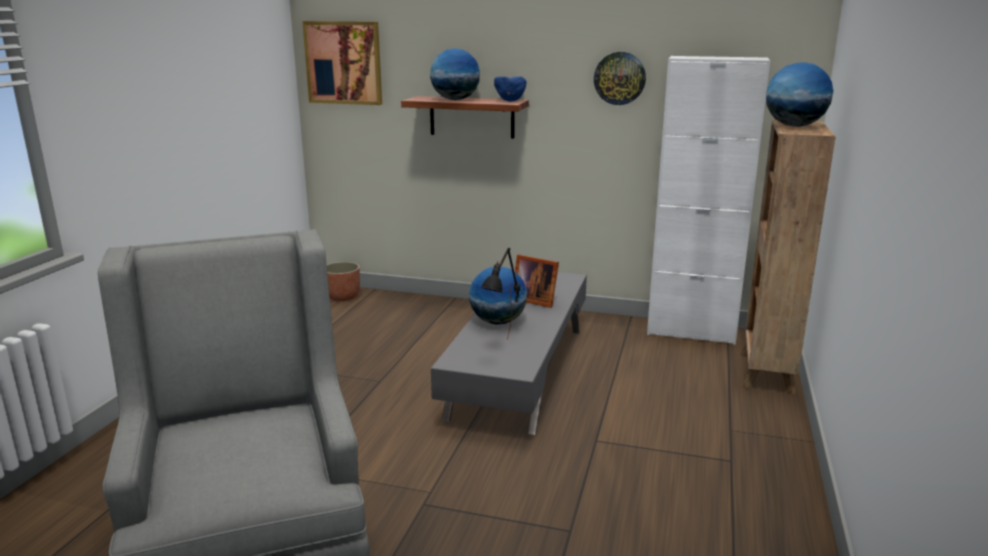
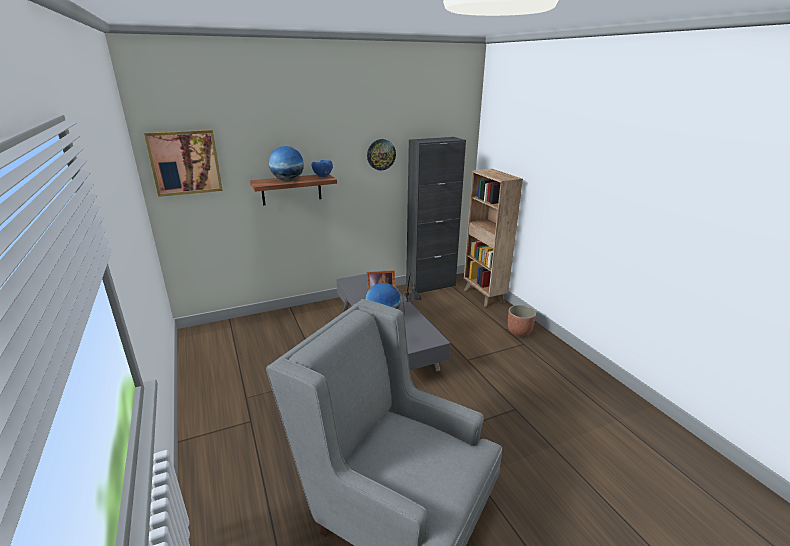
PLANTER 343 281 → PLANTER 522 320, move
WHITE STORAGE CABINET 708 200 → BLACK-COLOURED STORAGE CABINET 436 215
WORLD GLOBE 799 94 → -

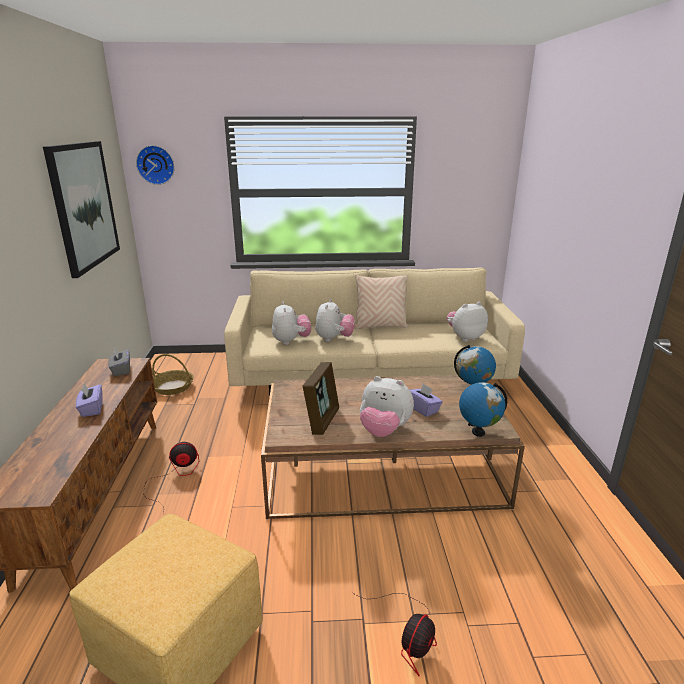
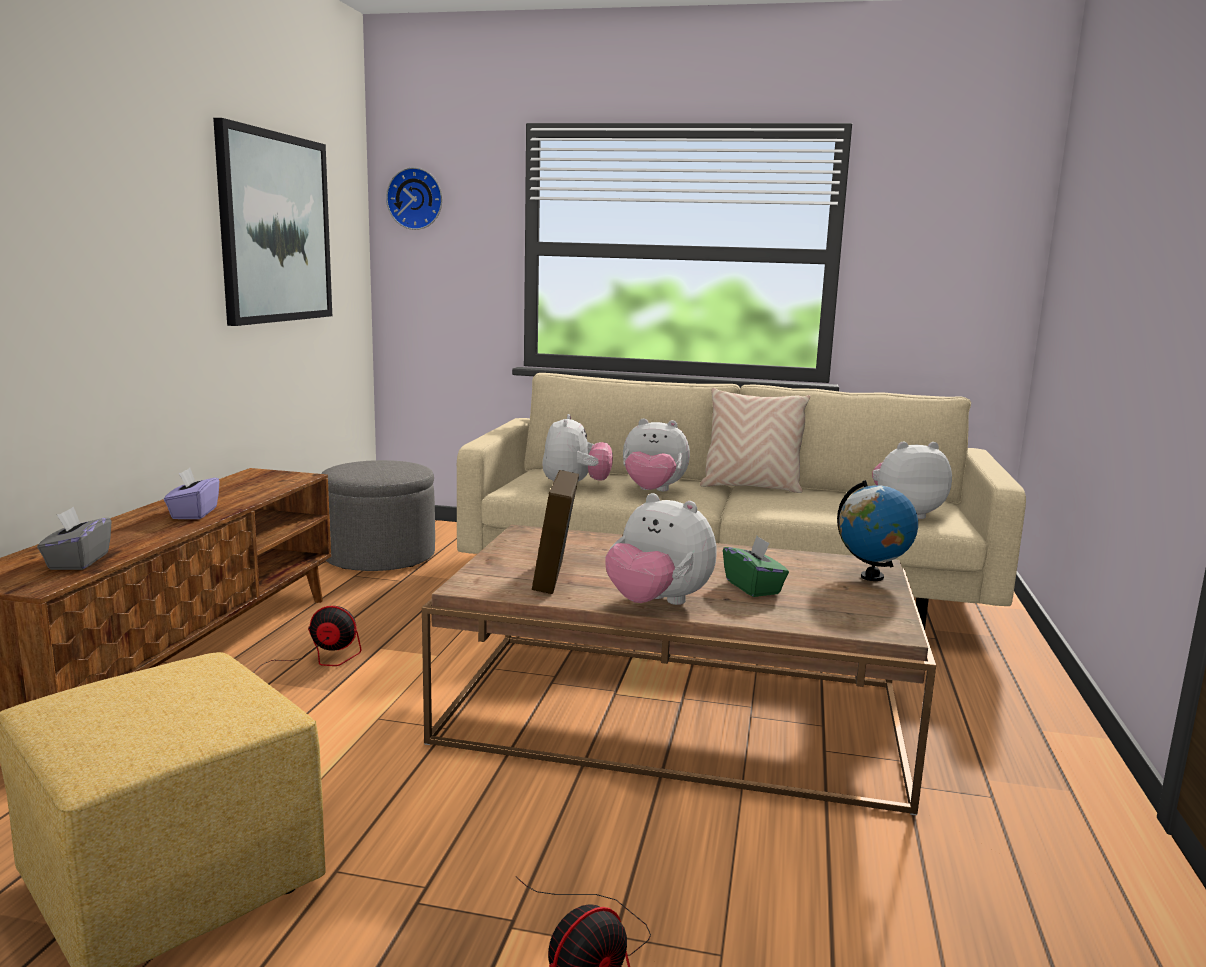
GREYISH BOX OF TISSUES 119 362 → GREYISH BOX OF TISSUES 74 538, move
STORAGE BASKET 173 374 → GREYISH POUFFE 378 515
STANDING FRAME 321 398 → STANDING FRAME 555 532, 150 degrees clockwise
CUDDLY TOY 335 320 → CUDDLY TOY 656 454, 75 degrees clockwise
PURPLISH BOX OF TISSUES 426 400 → GREEN-COLOURED BOX OF TISSUES 756 566
WORLD GLOBE 483 409 → -

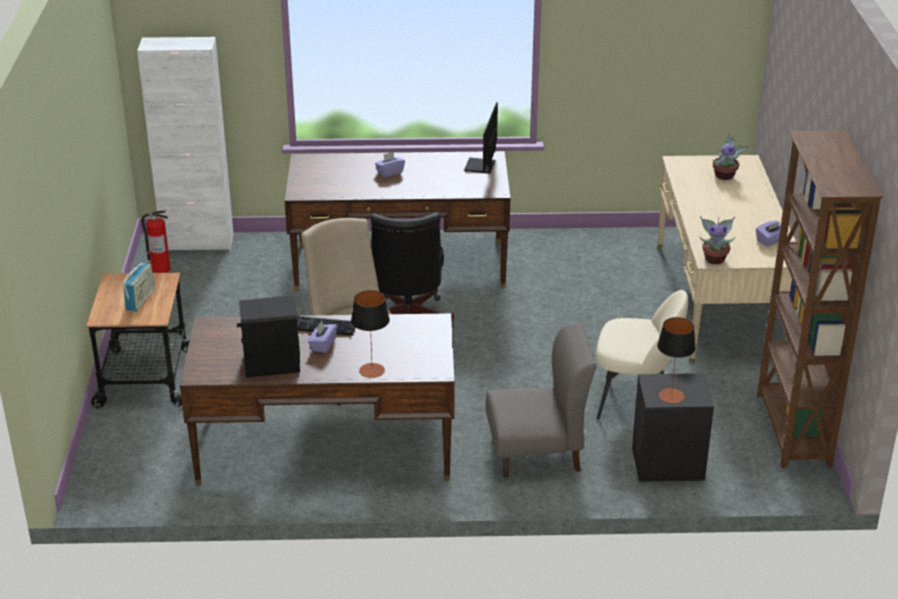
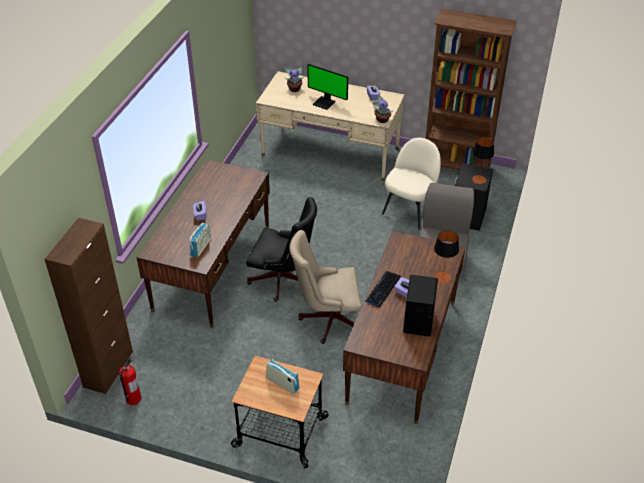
WHITE STORAGE CABINET 185 143 → BROWN-COLOURED STORAGE CABINET 88 306
COMPUTER DISPLAY 481 138 → COMPUTER DISPLAY 327 87, move
- → RADIO 200 240

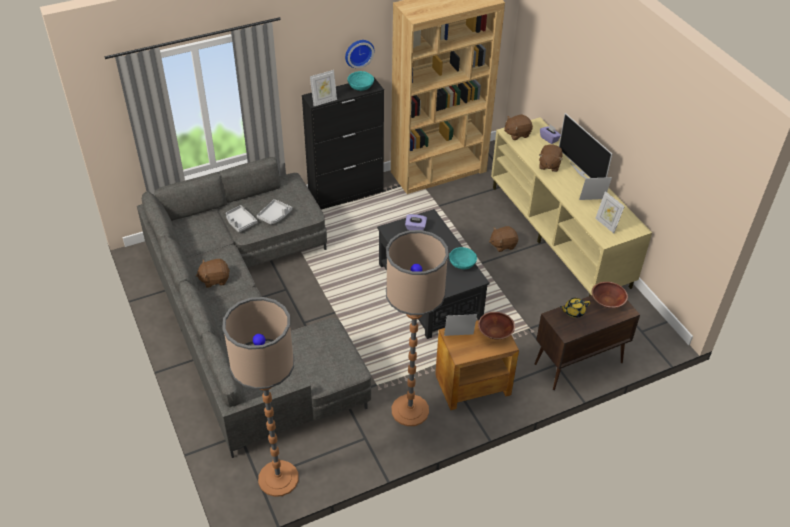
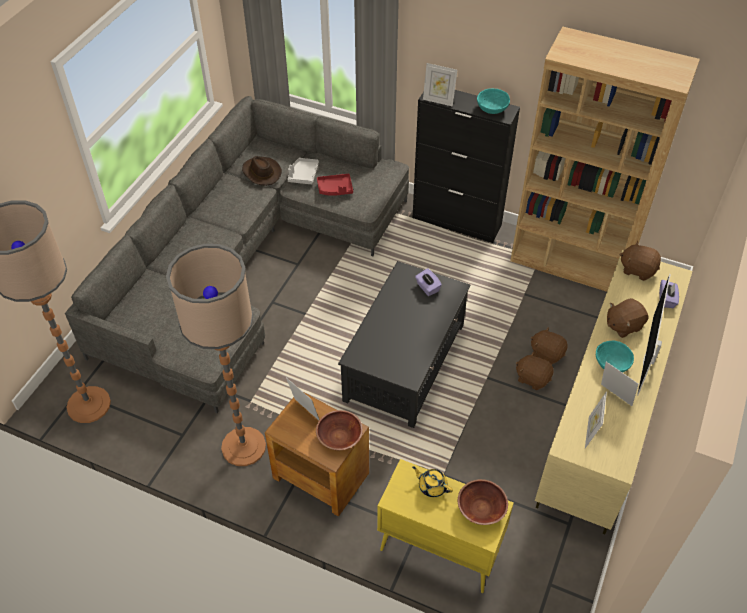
BROWN-COLOURED CUDDLY TOY 213 273 → BROWN-COLOURED CUDDLY TOY 549 345, move
GREYISH SERVING TRAY 274 211 → RED SERVING TRAY 335 185
WALL CLOCK 359 54 → -
BLUE-GREEN BOWL 463 258 → BLUE-GREEN BOWL 615 357, move
BROWN-COLOURED STORAGE CABINET 587 342 → YELLOW STORAGE CABINET 445 526
- → BROWN-COLOURED HAT 262 171

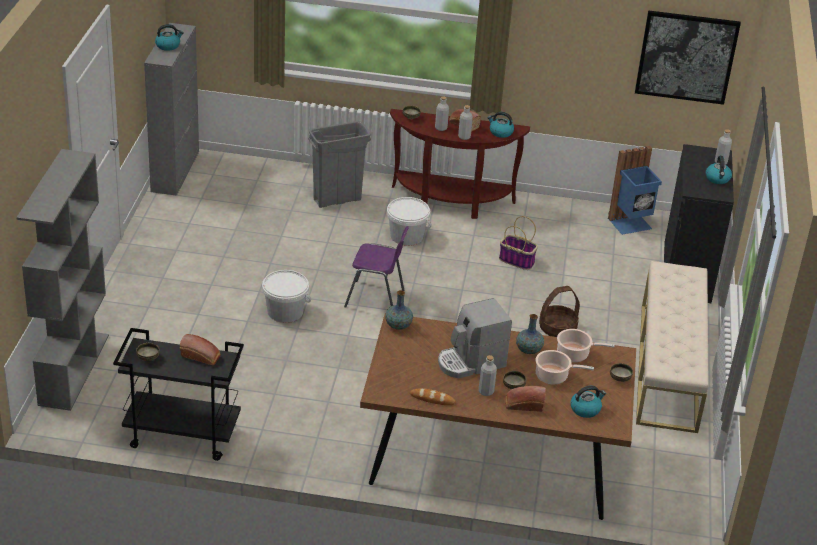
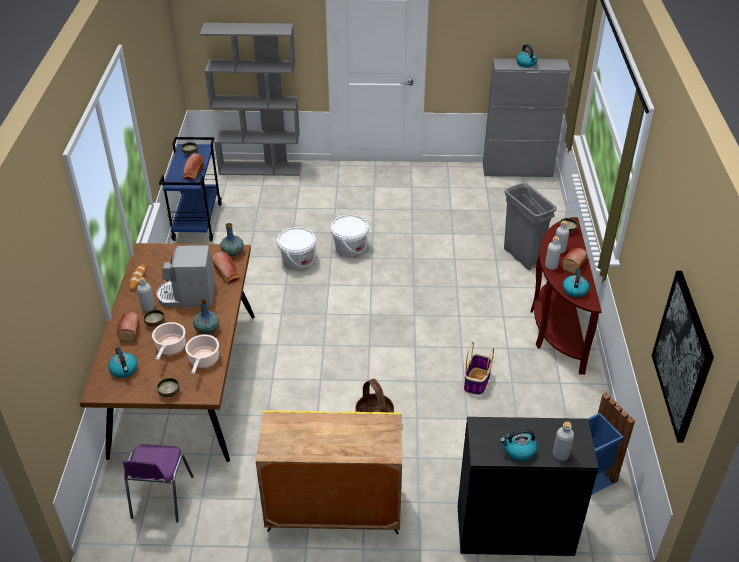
BLACK-COLOURED CART 178 394 → BLUE CART 190 189
PURPLISH UPRIGHT CHAIR 376 267 → PURPLISH UPRIGHT CHAIR 158 483, move
WHITE PAIL 409 221 → WHITE PAIL 296 249, move
COFFEE BREWER 475 338 → COFFEE BREWER 185 276, 60 degrees counterclockwise
SAND-COLOURED BENCH 672 347 → YELLOW STORAGE CABINET 329 472
- → BREAD 226 268

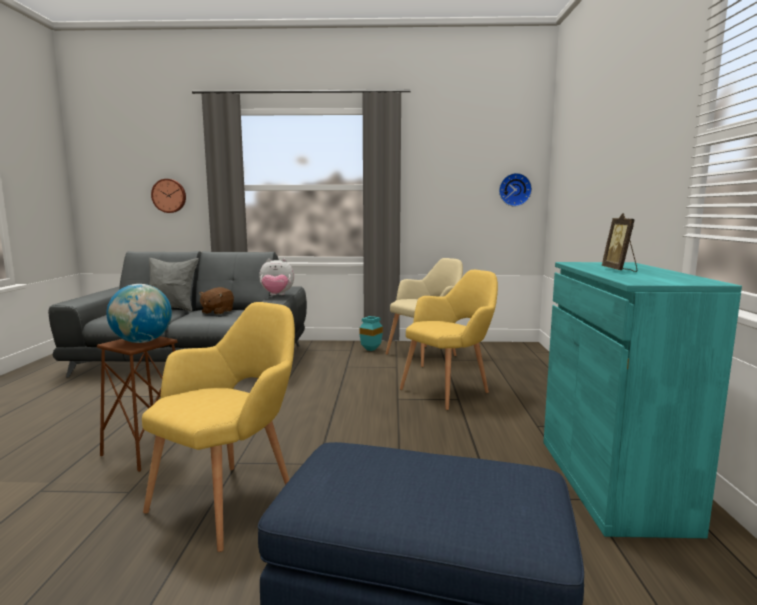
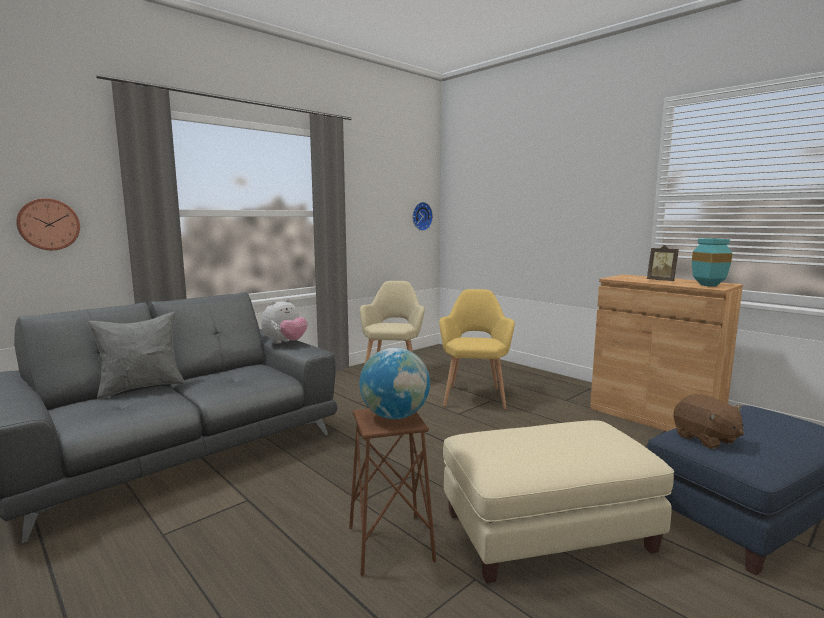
YELLOW EASY CHAIR 218 427 → SAND-COLOURED POUFFE 558 501
BROWN-COLOURED CUDDLY TOY 216 301 → BROWN-COLOURED CUDDLY TOY 708 421, move
BLUE-GREEN DECORATIVE VASE 371 333 → BLUE-GREEN DECORATIVE VASE 712 262, move
BLUE-GREEN STORAGE CABINET 642 400 → BROWN-COLOURED STORAGE CABINET 666 352

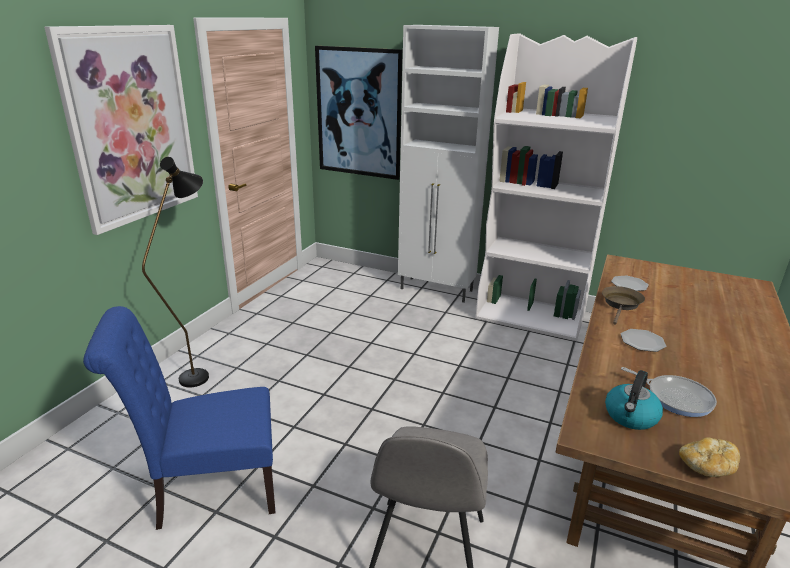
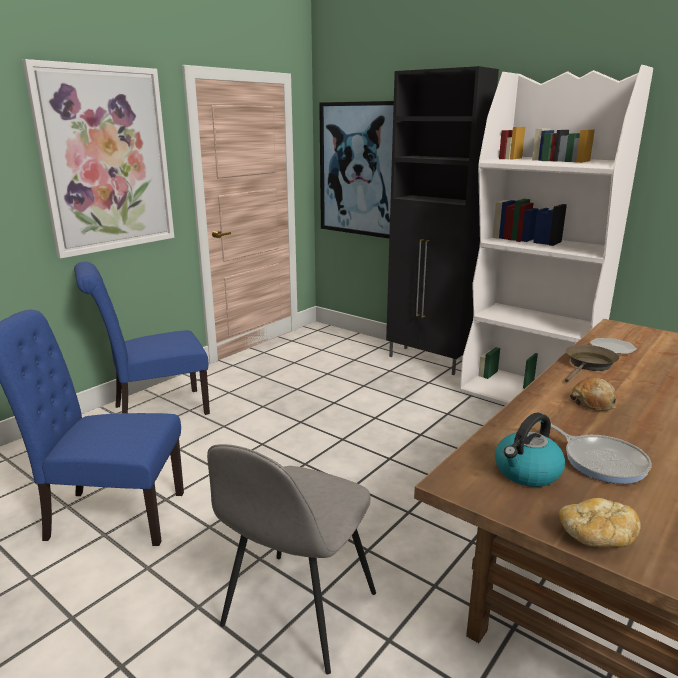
BLACK-COLOURED STANDING LAMP 175 272 → BLUE UPRIGHT CHAIR 142 338
WHITE STORAGE CABINET 448 164 → BLACK-COLOURED STORAGE CABINET 442 220
DINNER PLATE 643 340 → BREAD 593 394

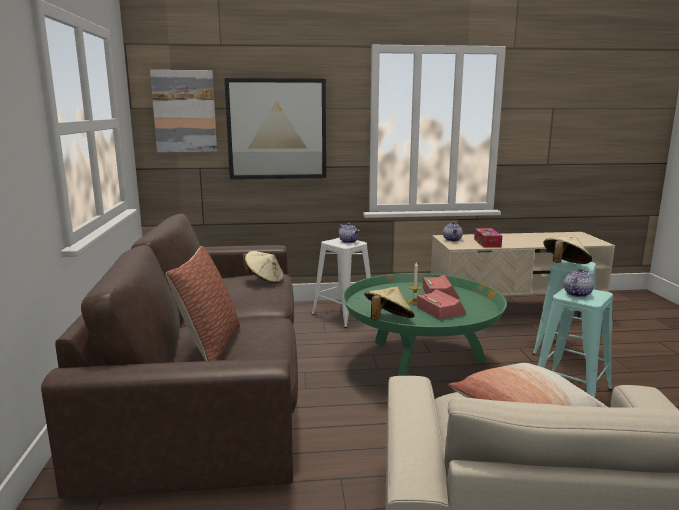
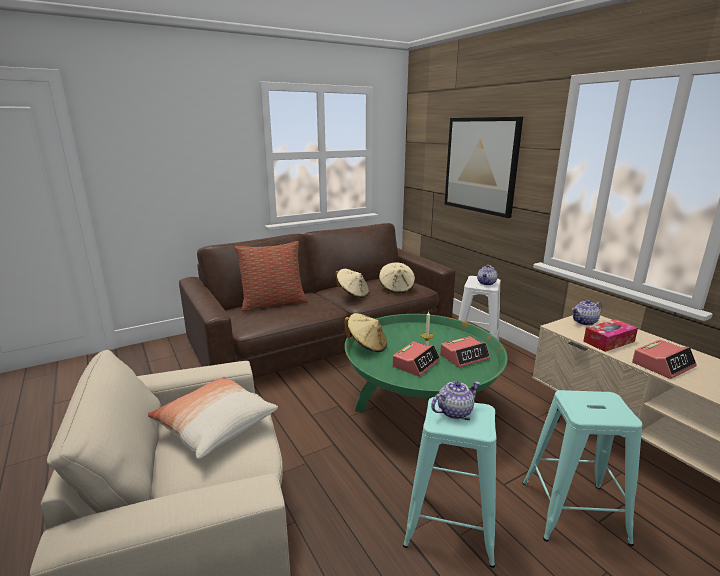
WALL ART 183 111 → -
SAND-COLOURED HAT 567 249 → SAND-COLOURED HAT 352 283, move
TEAPOT 579 282 → TEAPOT 455 400, 45 degrees counterclockwise
- → TABLE CLOCK 664 359

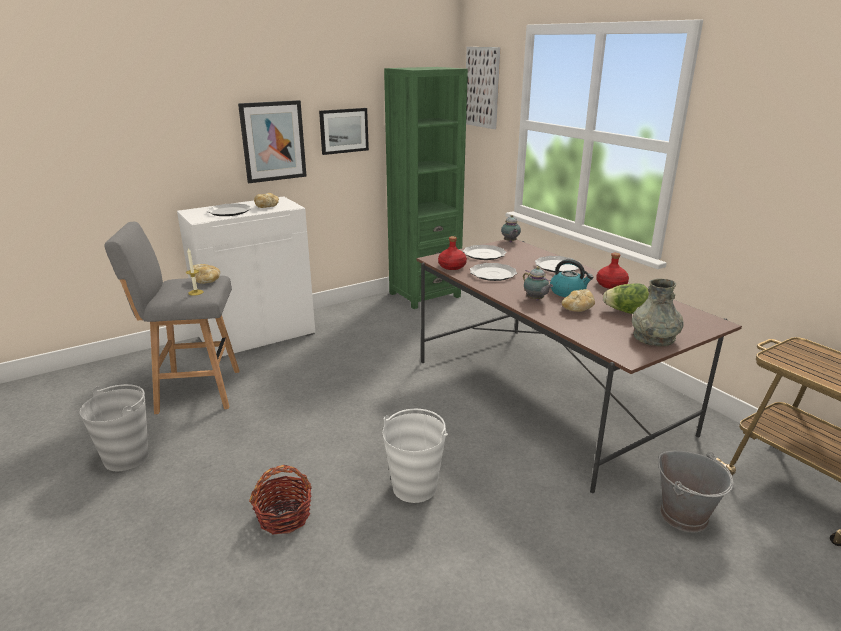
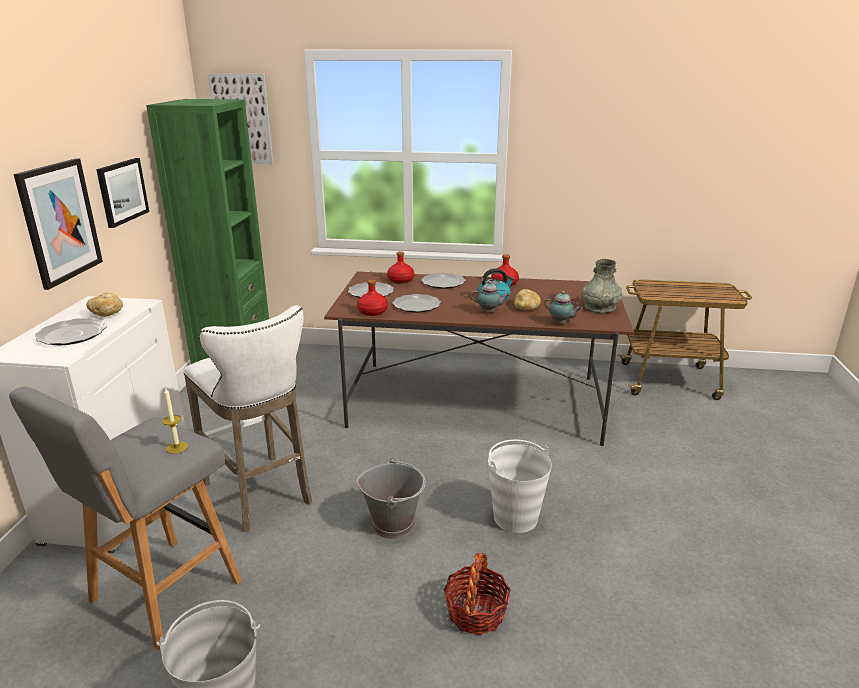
BREAD 205 274 → -
TEAPOT 511 229 → TEAPOT 563 307, move
HEAD OF LETTUCE 626 298 → -
GREYISH PAIL 696 492 → GREYISH PAIL 391 498, move
- → WHITE STOOL 248 418
- → RED BEVERAGE BOTTLE 400 268

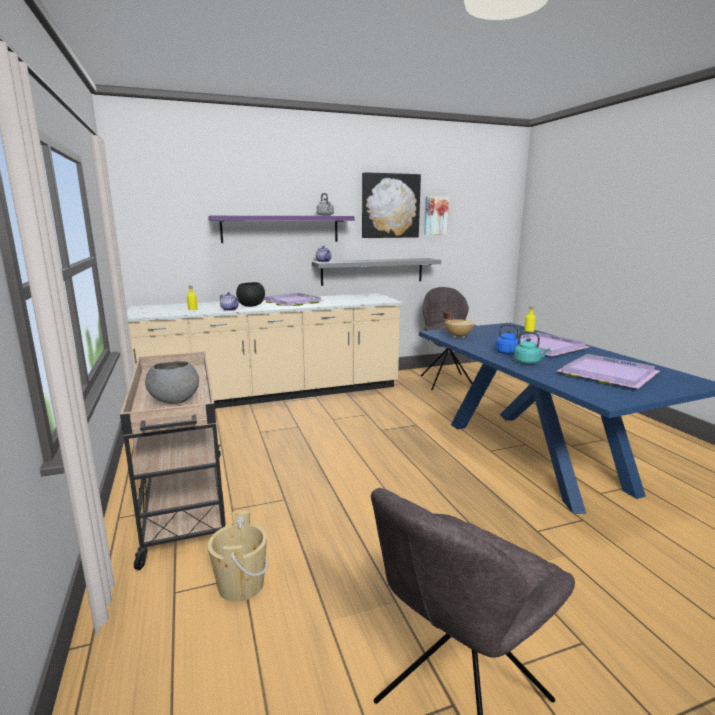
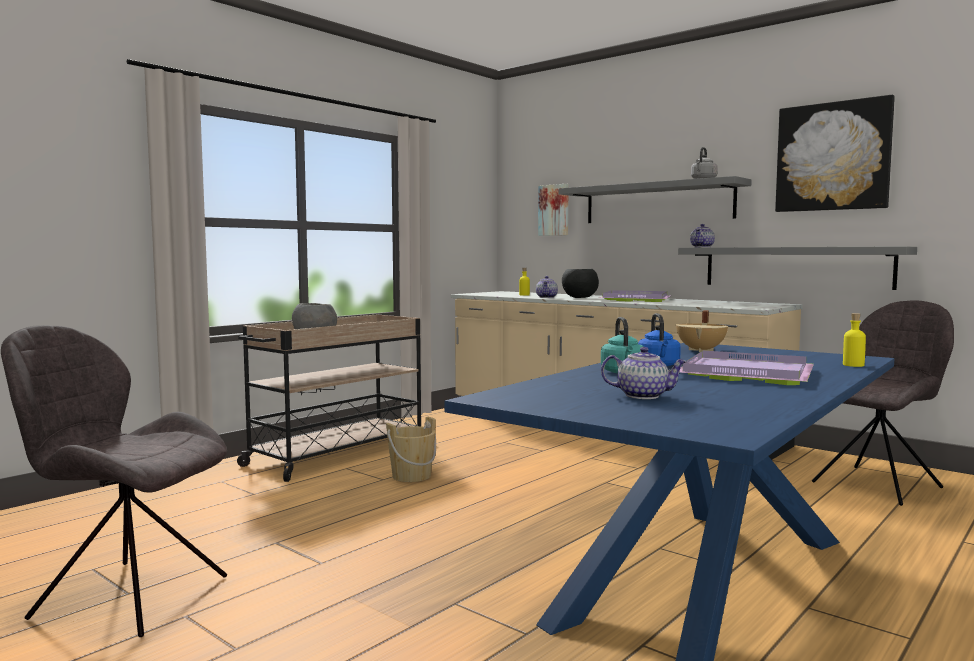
SAND-COLOURED PAIL 238 556 → SAND-COLOURED PAIL 411 449, move
PURPLISH WALL SHELF 281 229 → GREYISH WALL SHELF 655 199
WALL ART 436 215 → WALL ART 553 210, move
PURPLISH SERVING TRAY 608 371 → TEAPOT 644 373

